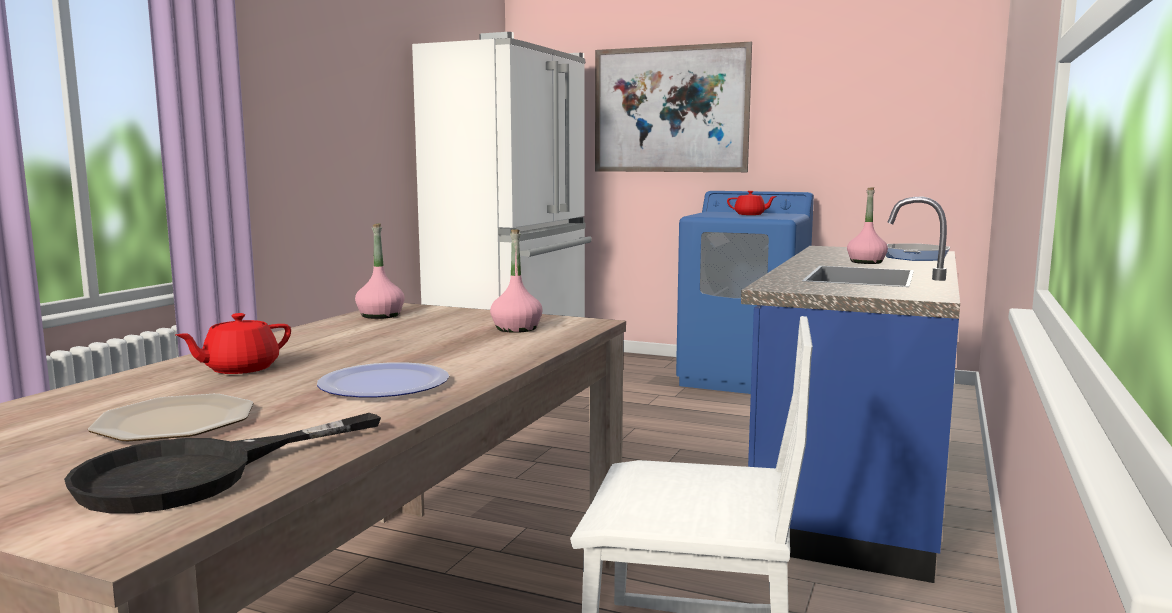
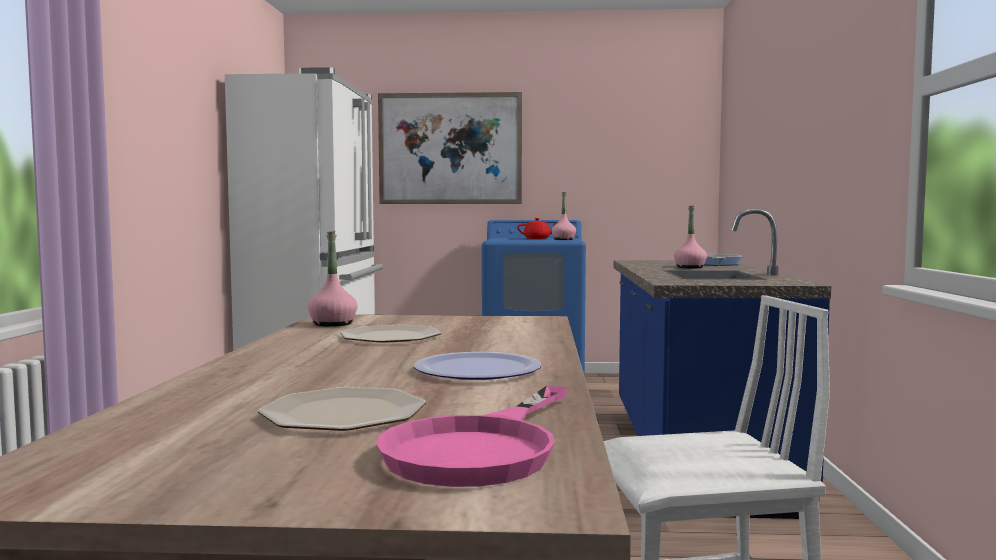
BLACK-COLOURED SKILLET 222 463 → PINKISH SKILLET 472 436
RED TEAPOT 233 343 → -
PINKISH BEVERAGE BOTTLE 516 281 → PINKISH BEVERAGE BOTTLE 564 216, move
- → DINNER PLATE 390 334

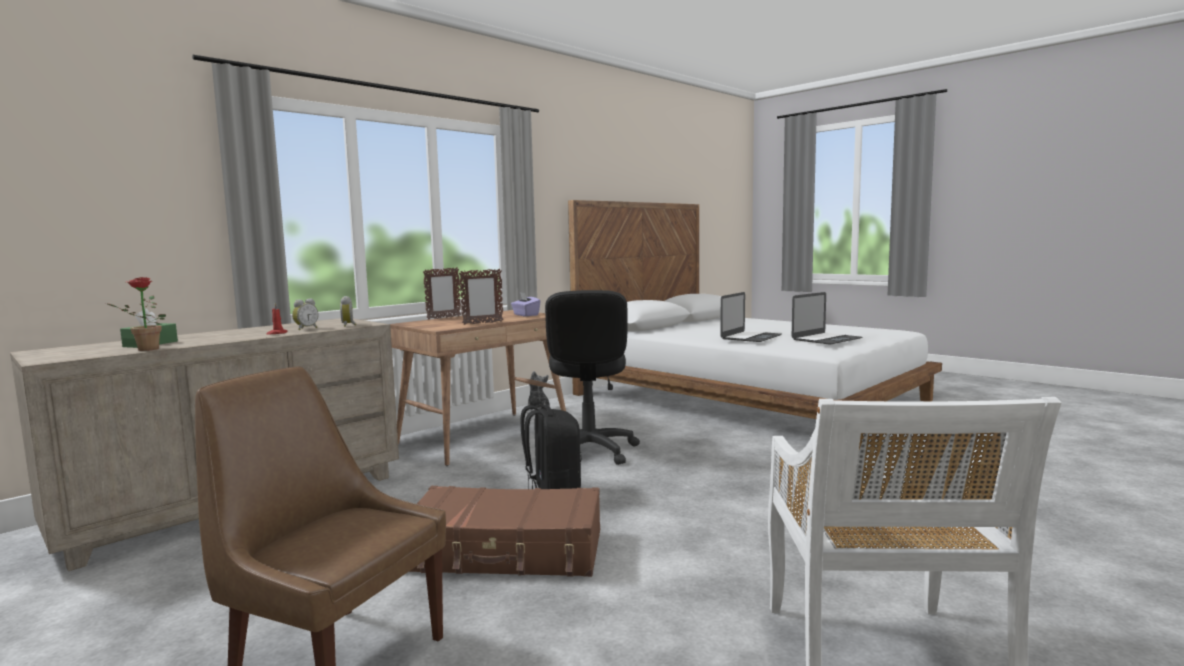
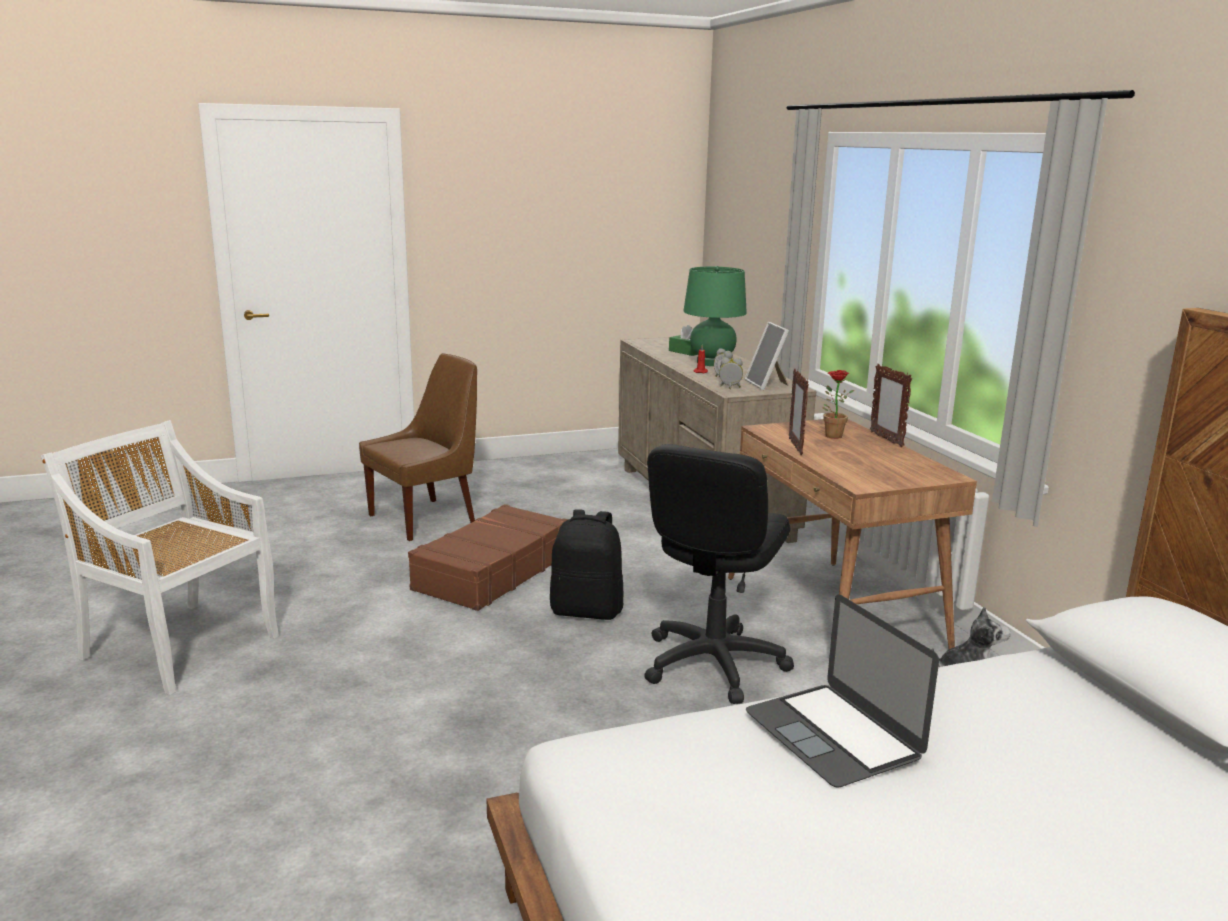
PLANT IN A POT 136 314 → PLANT IN A POT 838 404, move
PURPLISH BOX OF TISSUES 526 304 → -
BLACK-COLOURED DESK CHAIR 592 377 → BLACK-COLOURED DESK CHAIR 719 574, 90 degrees counterclockwise
LAPTOP 827 318 → -
- → GREEN-COLOURED TABLE LAMP 715 316
- → STANDING FRAME 767 356

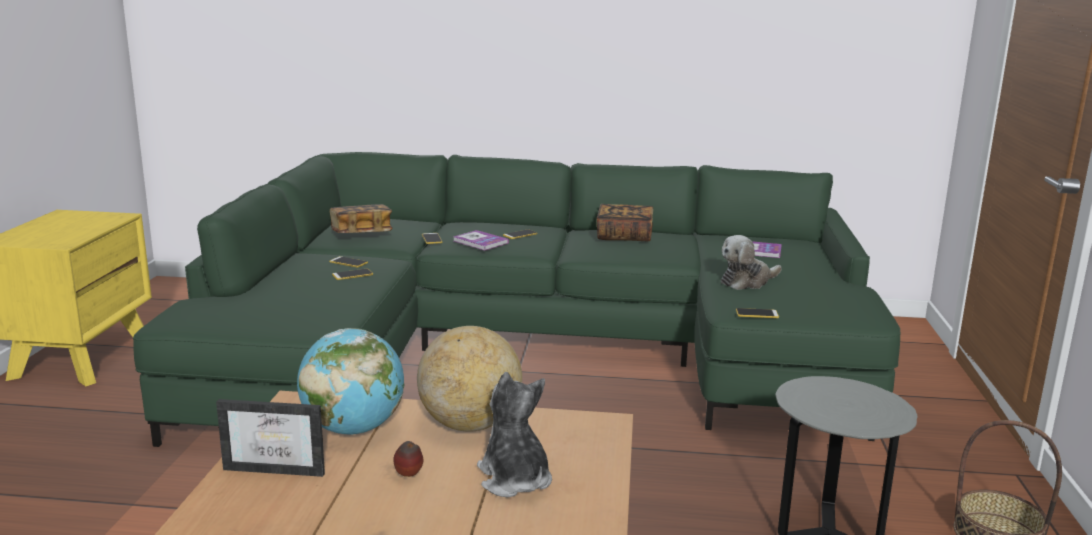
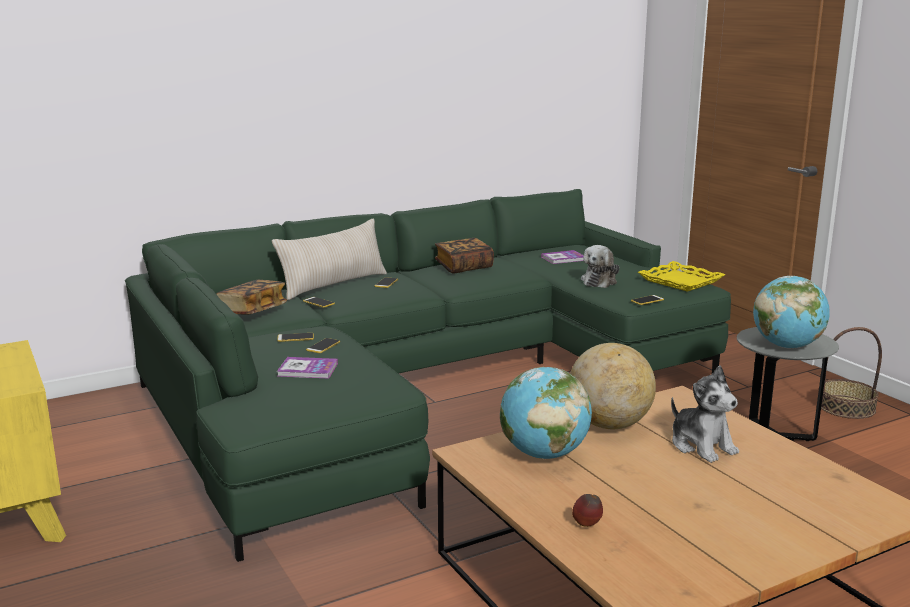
STANDING FRAME 270 438 → -
APPLE FRUIT 408 459 → APPLE FRUIT 587 510, move
BOUND BOOK 481 240 → BOUND BOOK 307 368, move
CUDDLY TOY 514 434 → CUDDLY TOY 705 414, 150 degrees counterclockwise
- → SAND-COLOURED PILLOW 329 259
- → YELLOW SERVING TRAY 681 276
- → WORLD GLOBE 791 312

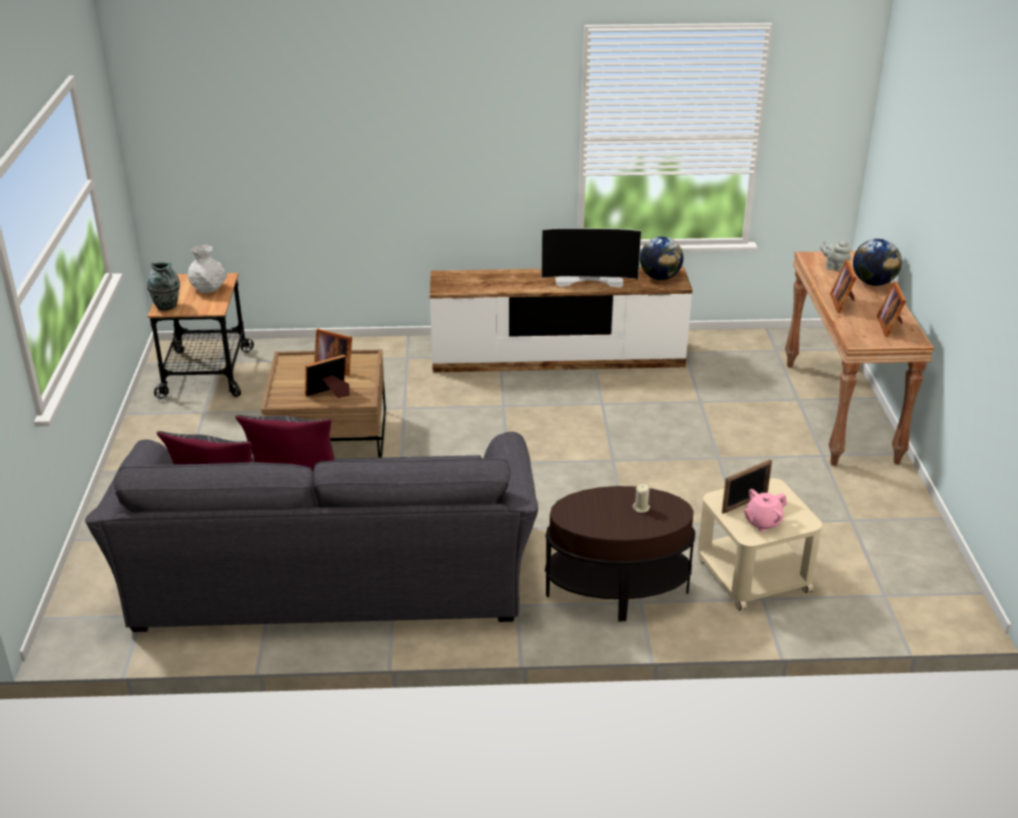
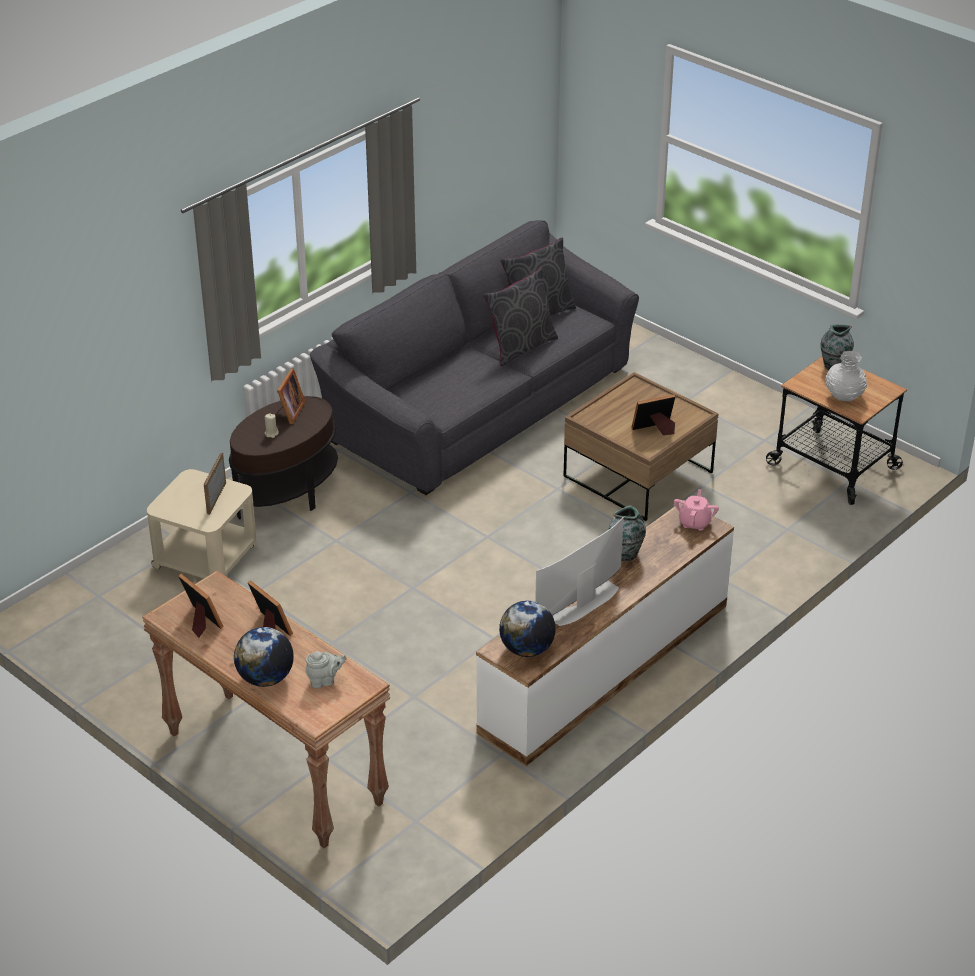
STANDING FRAME 327 376 → STANDING FRAME 290 396, move
PINKISH TEAPOT 765 510 → PINKISH TEAPOT 696 510, move
- → DECORATIVE VASE 627 533

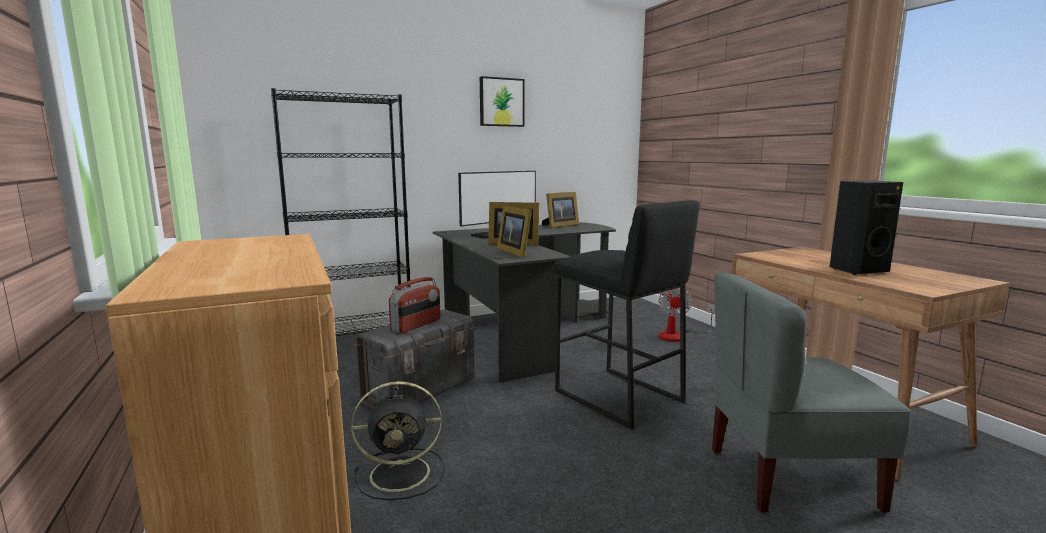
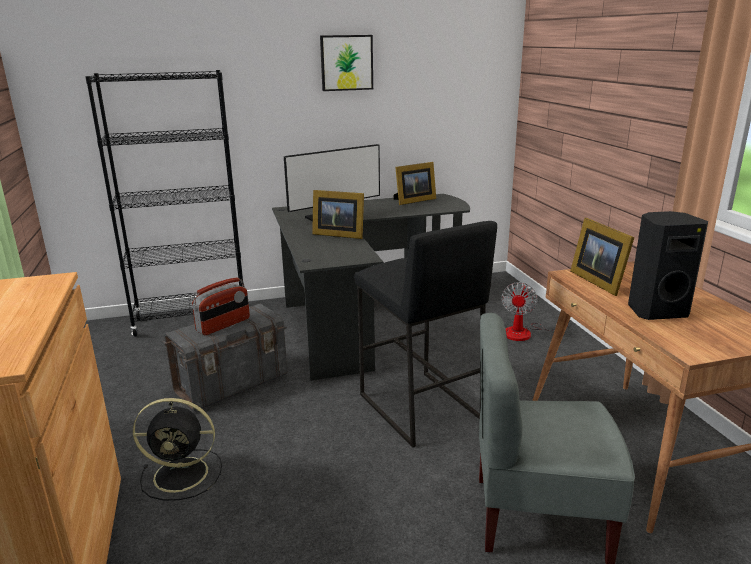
STANDING FRAME 514 231 → STANDING FRAME 602 257, move

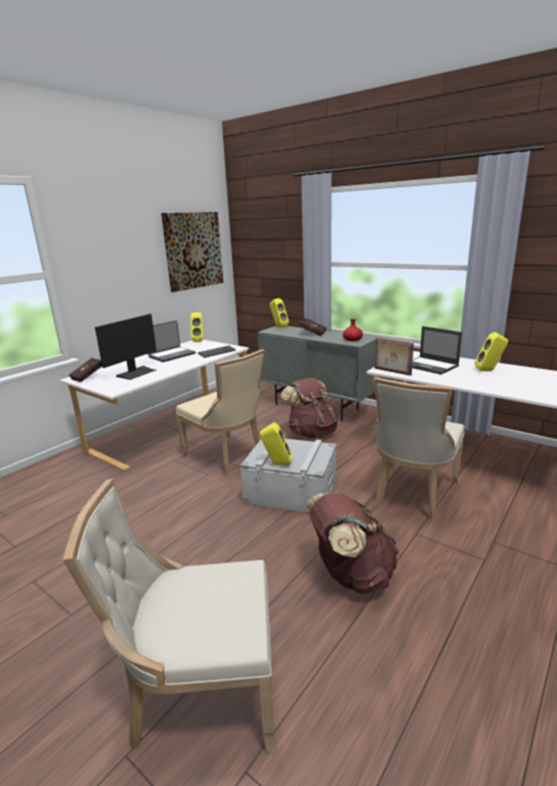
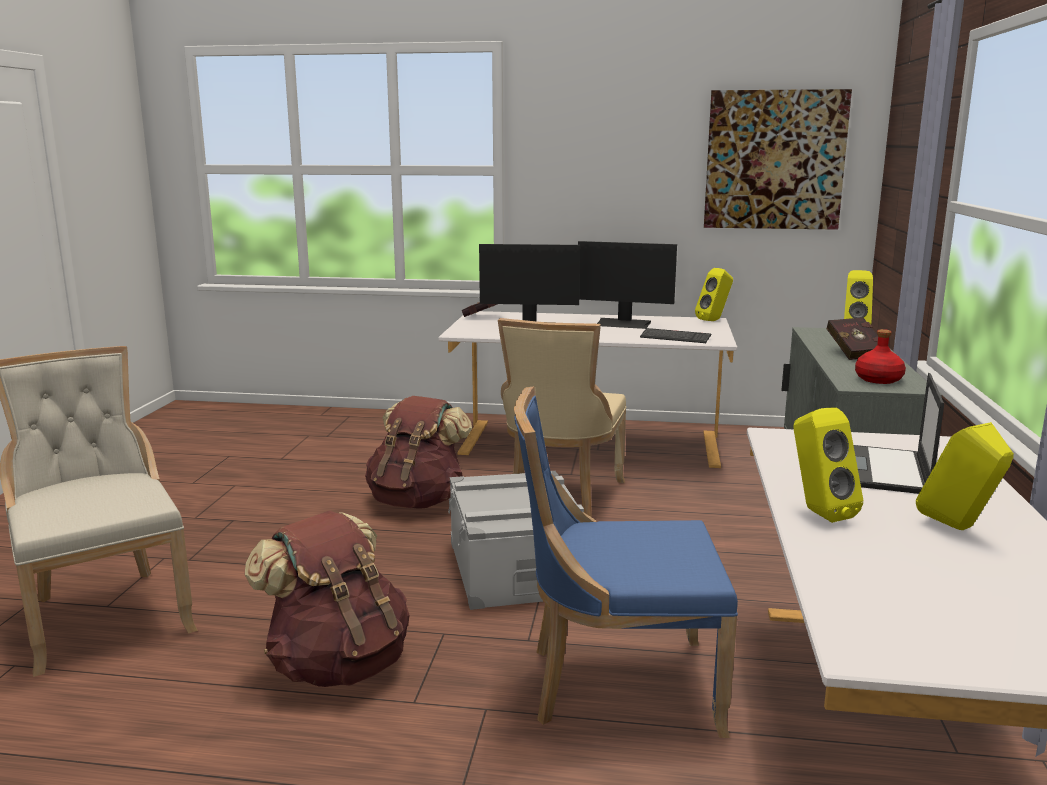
LAPTOP 172 341 → COMPUTER DISPLAY 627 285
YELLOW SPEAKER 276 443 → YELLOW SPEAKER 828 465, move
BROWN-COLOURED BACKPACK 309 407 → BROWN-COLOURED BACKPACK 418 452, move
SAND-COLOURED UPRIGHT CHAIR 419 449 → BLUE UPRIGHT CHAIR 626 562
STANDING FRAME 394 357 → -

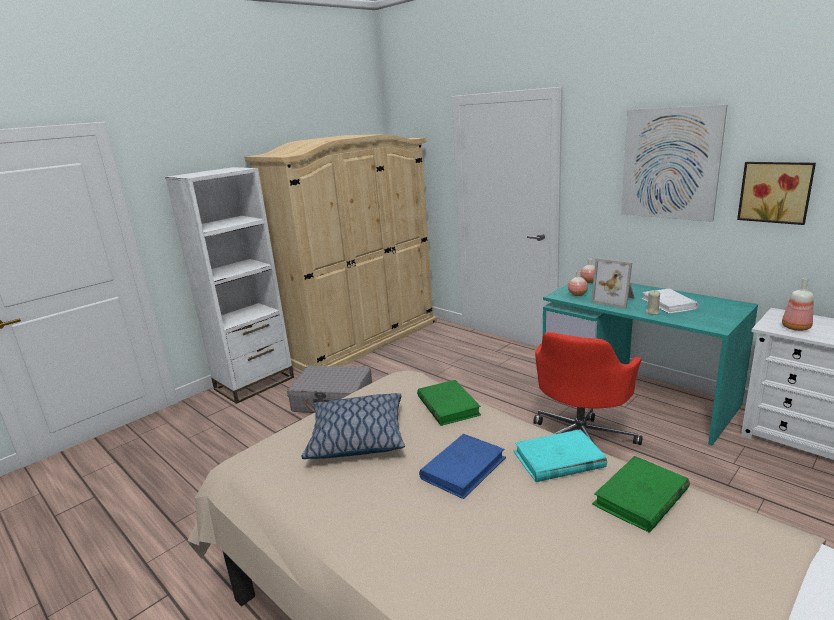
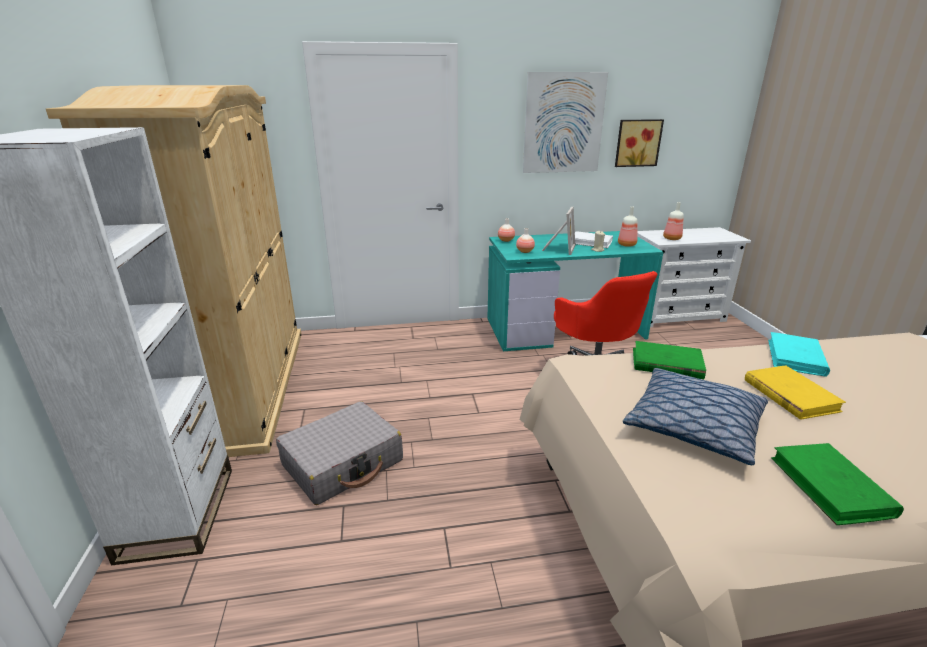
BLUE BOUND BOOK 462 466 → YELLOW BOUND BOOK 795 393
STANDING FRAME 613 283 → STANDING FRAME 558 231, 60 degrees counterclockwise
GREEN-COLOURED BOUND BOOK 641 494 → GREEN-COLOURED BOUND BOOK 837 484, move
- → BEVERAGE BOTTLE 628 226

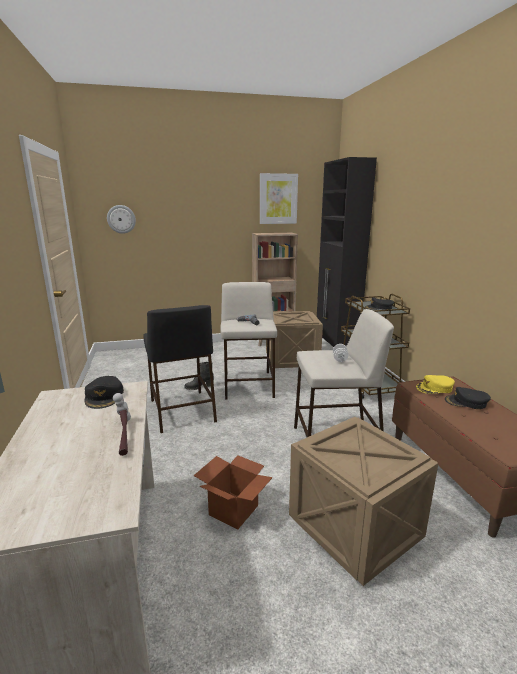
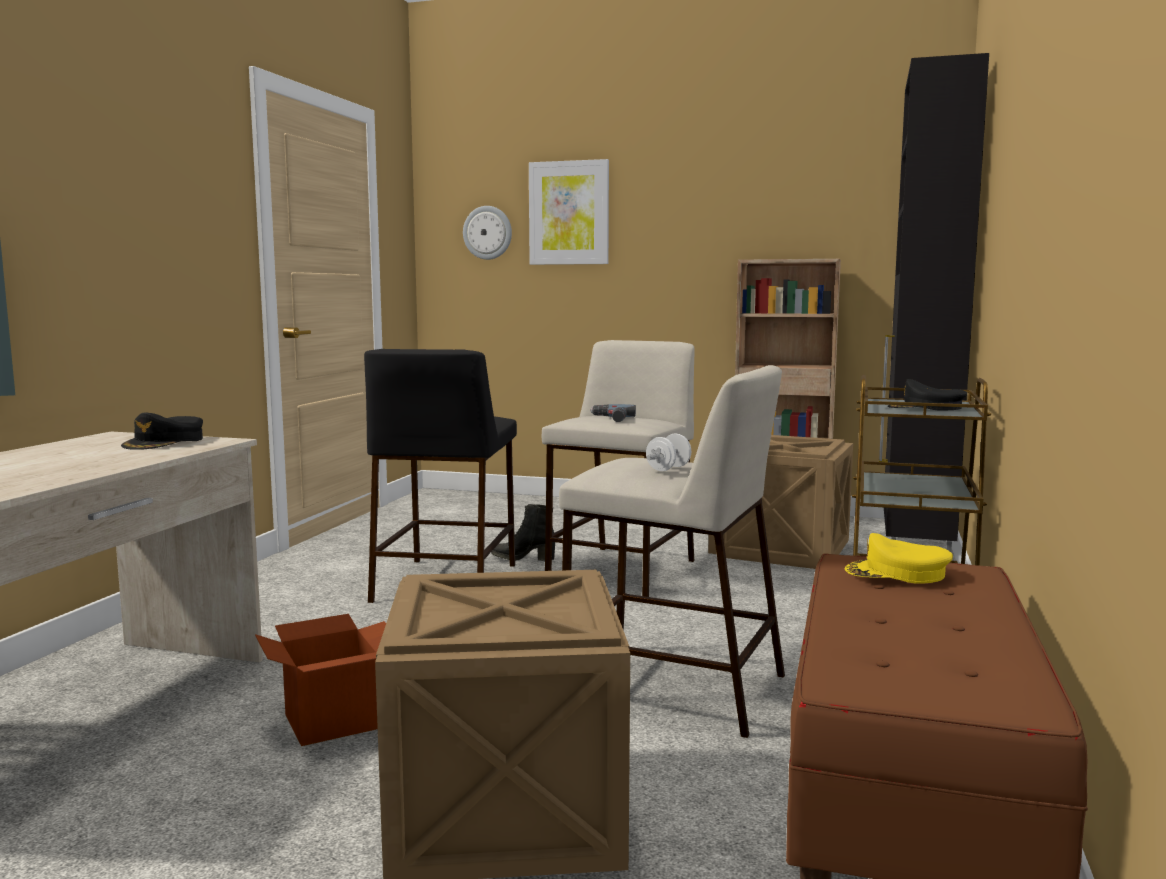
HAND HAMMER 122 424 → -
WALL ART 279 198 → WALL ART 569 212, move
BLACK-COLOURED BASEBALL CAP 468 398 → -

